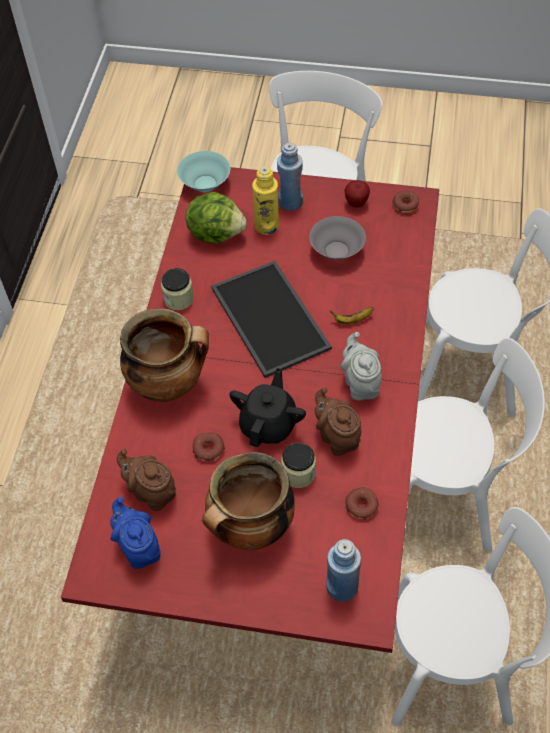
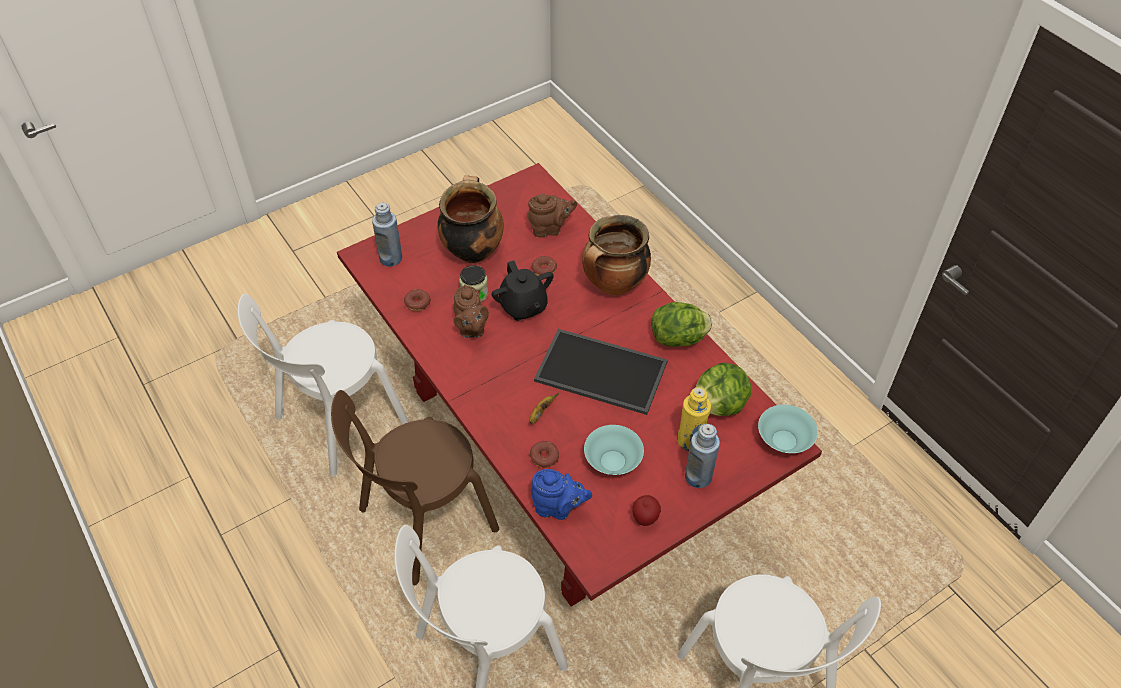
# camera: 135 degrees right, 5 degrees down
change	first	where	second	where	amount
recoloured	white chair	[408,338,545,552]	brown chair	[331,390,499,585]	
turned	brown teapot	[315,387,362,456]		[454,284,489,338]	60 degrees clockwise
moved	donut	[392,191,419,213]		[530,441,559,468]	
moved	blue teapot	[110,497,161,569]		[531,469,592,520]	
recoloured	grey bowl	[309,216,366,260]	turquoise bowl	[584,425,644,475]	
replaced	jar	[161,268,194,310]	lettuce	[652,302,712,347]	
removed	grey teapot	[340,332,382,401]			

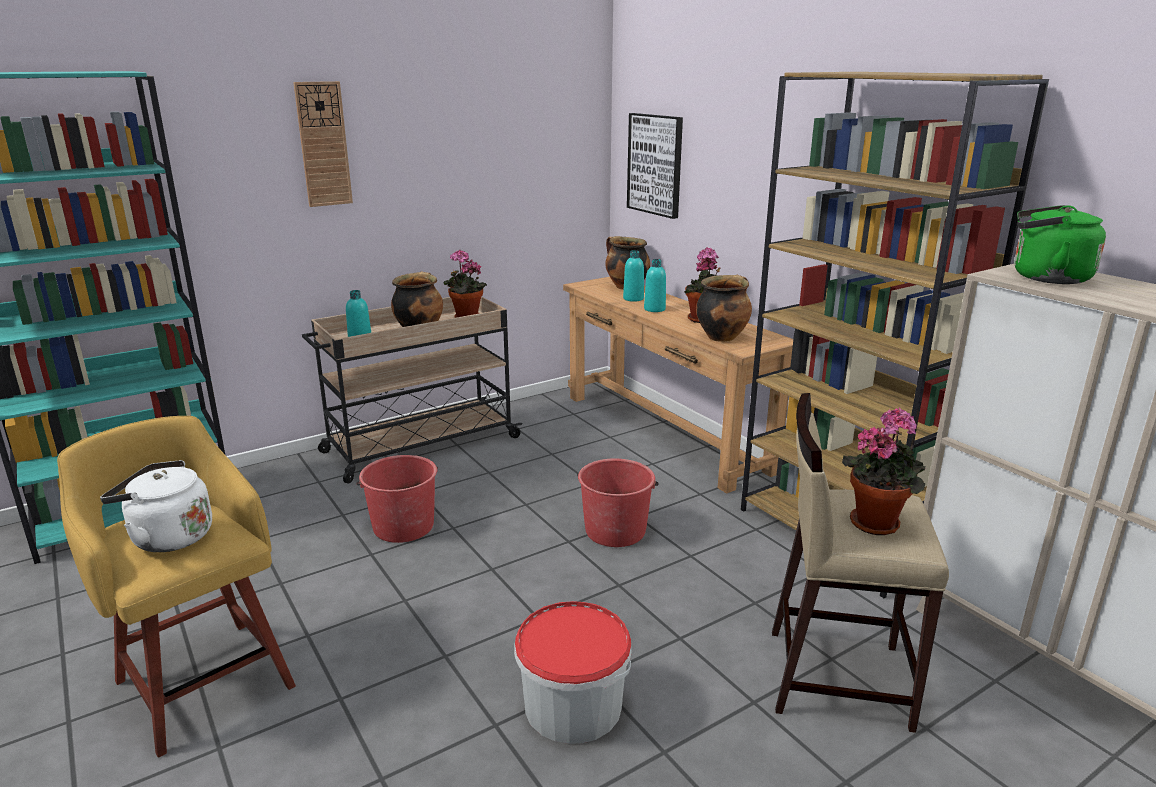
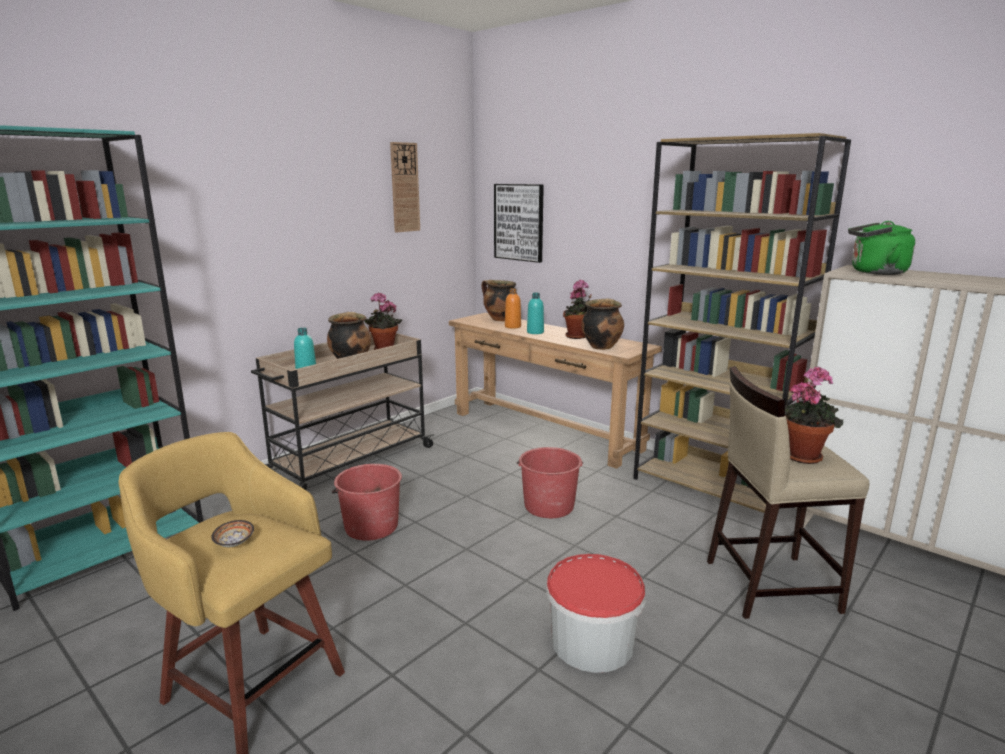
# camera: 15 degrees left, 5 degrees down
change	first	where	second	where	amount
replaced	white kettle	[100,460,212,552]	bowl	[211,520,254,547]	
moved	wall clock	[293,81,353,207]		[390,142,420,232]	
recoloured	turquoise bottle	[623,250,644,302]	orange bottle	[505,288,521,329]	

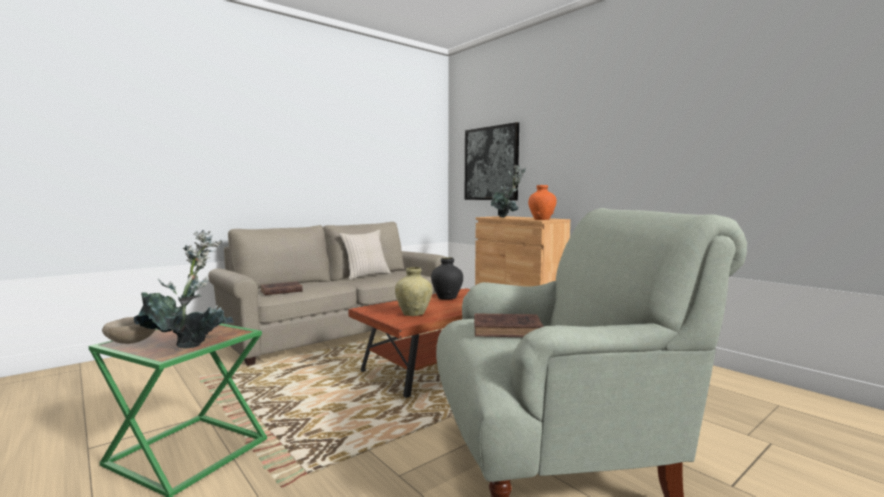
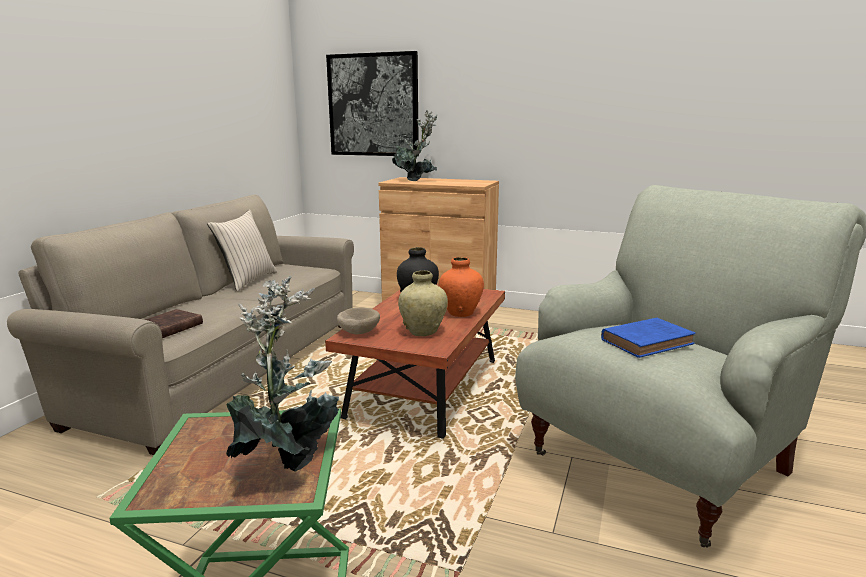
# camera: 30 degrees left, 10 degrees up
change	first	where	second	where	amount
moved	beige bowl	[102,317,156,344]		[337,308,380,334]	
moved	orange vase	[528,185,557,220]		[438,257,484,317]	
recoloured	brown book	[474,313,543,337]	blue book	[601,318,696,358]	

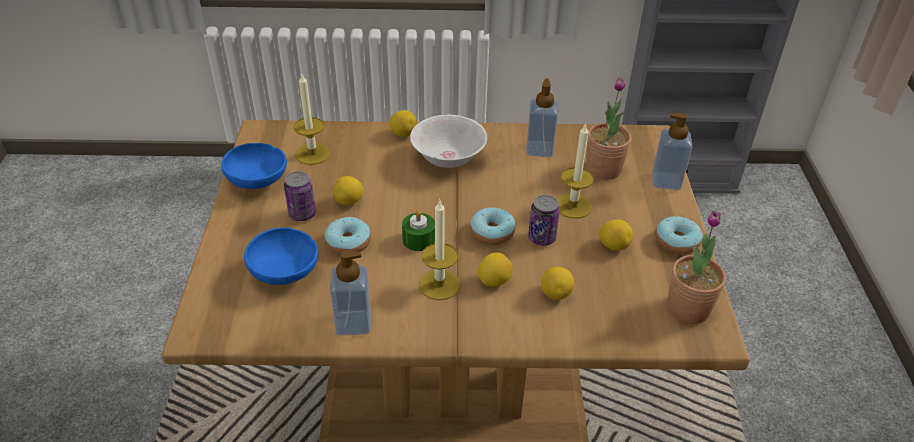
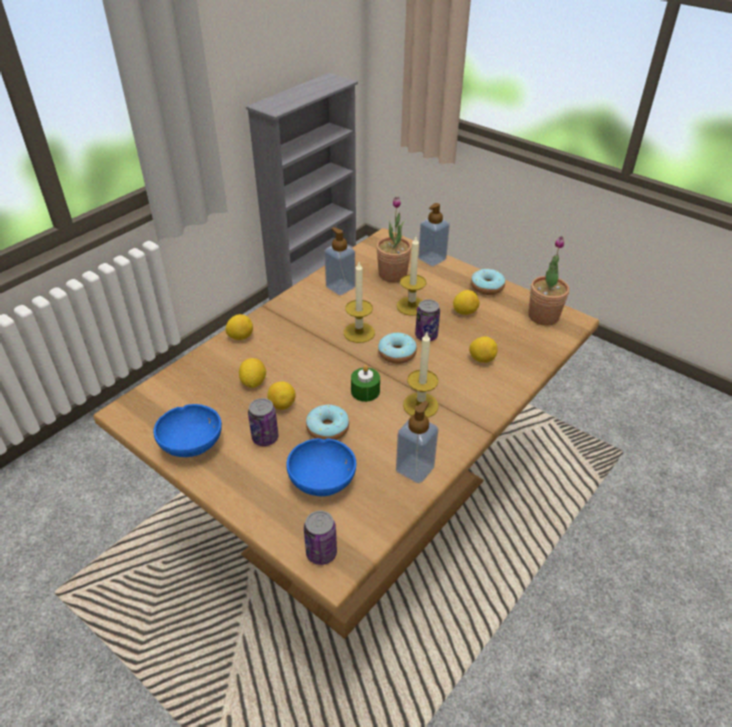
# camera: 50 degrees left, 0 degrees up
change	first	where	second	where	amount
moved	lemon	[478,253,513,287]		[239,358,266,388]	
added			can	[304,511,337,565]	
moved	candle	[293,72,330,165]		[344,262,375,343]	
removed	white bowl	[410,115,487,168]			

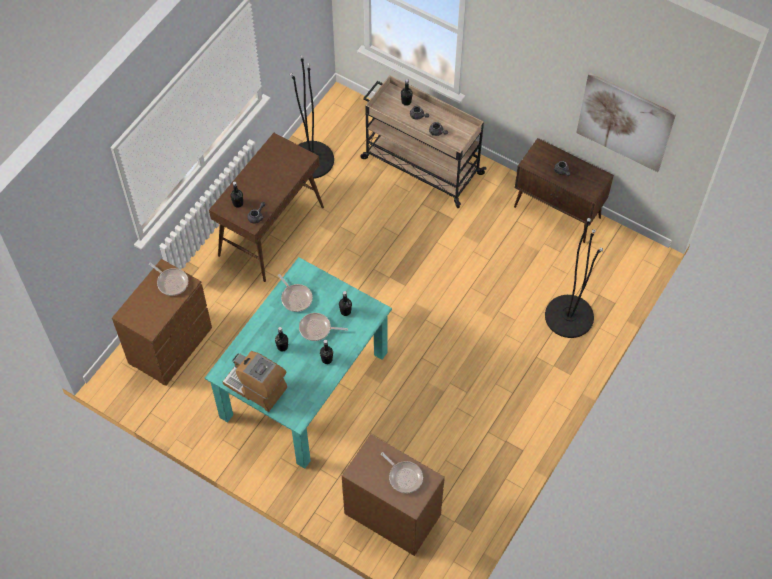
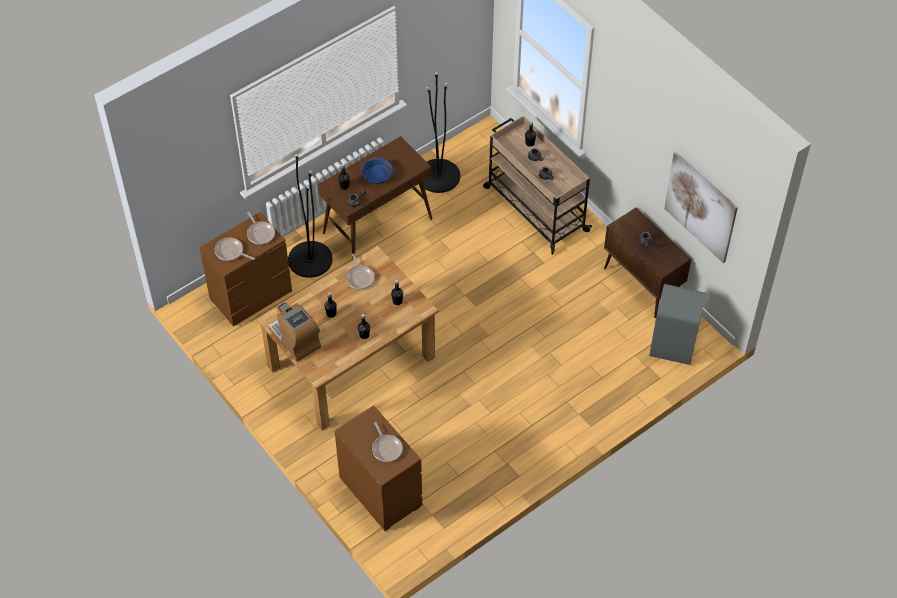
# camera: 20 degrees right, 5 degrees down
change	first	where	second	where	amount
moved	frying pan	[299,313,348,341]		[215,238,255,261]	
recoloured	turquoise dining table	[205,257,392,469]	brown dining table	[256,245,439,430]	
moved	black floor lamp	[545,218,603,338]		[288,154,333,278]	
added			blue bowl	[361,158,394,184]	
added			grey trash can	[649,284,706,365]	

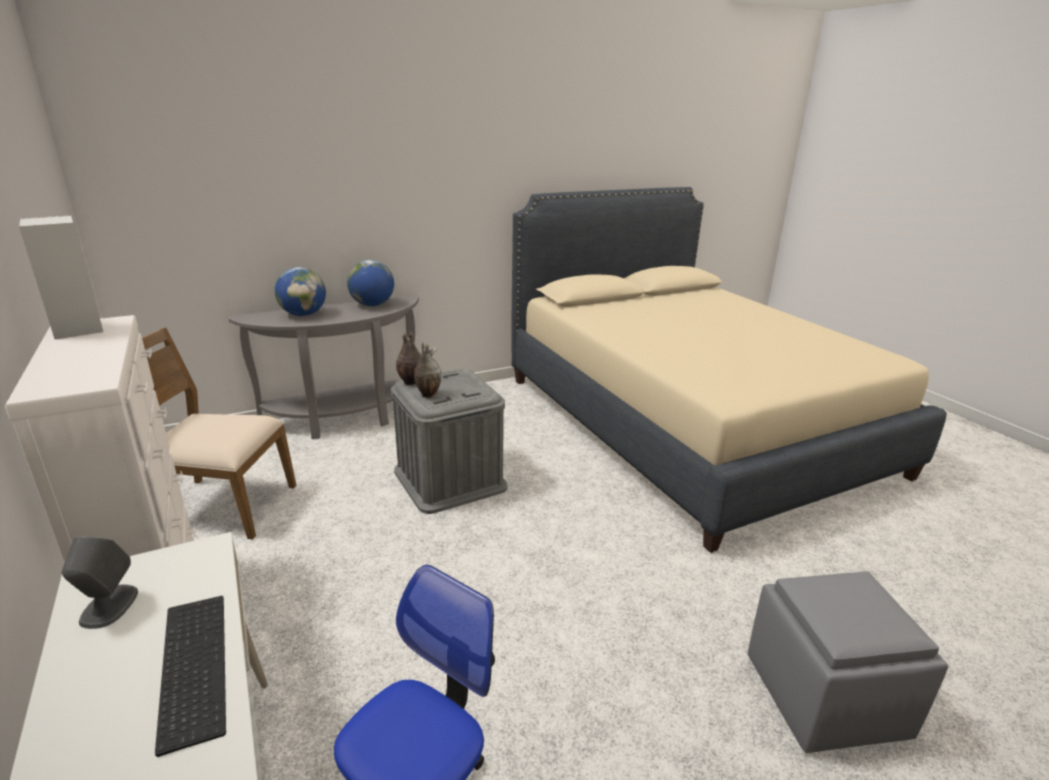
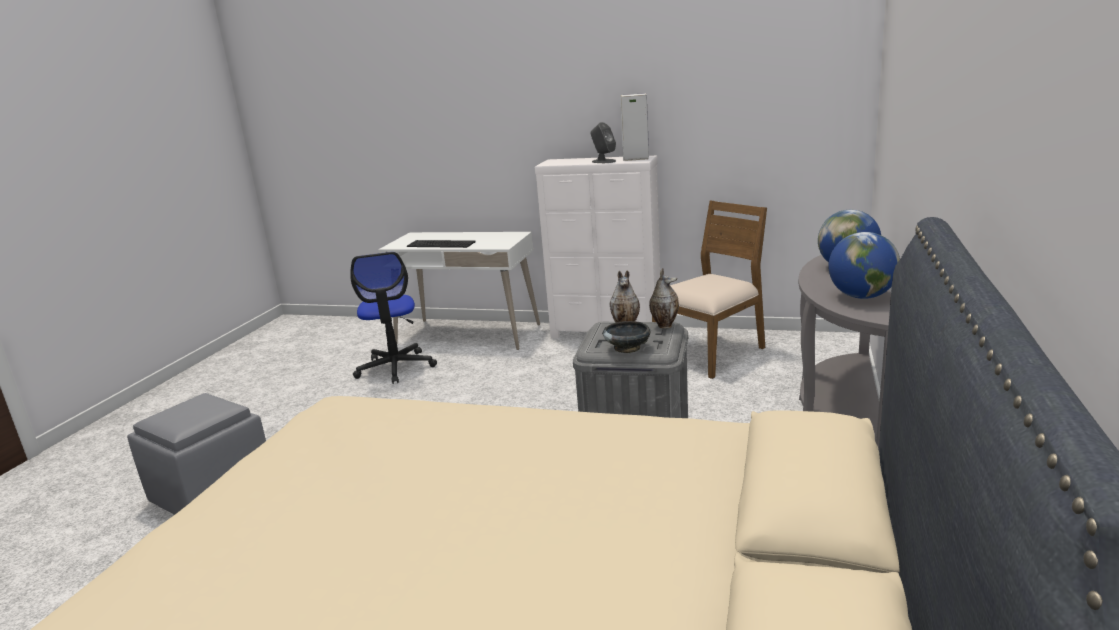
# camera: 135 degrees right, 5 degrees down
change	first	where	second	where	amount
moved	grey speaker	[61,536,138,629]		[590,122,616,163]	
added			black bowl	[603,321,650,353]	

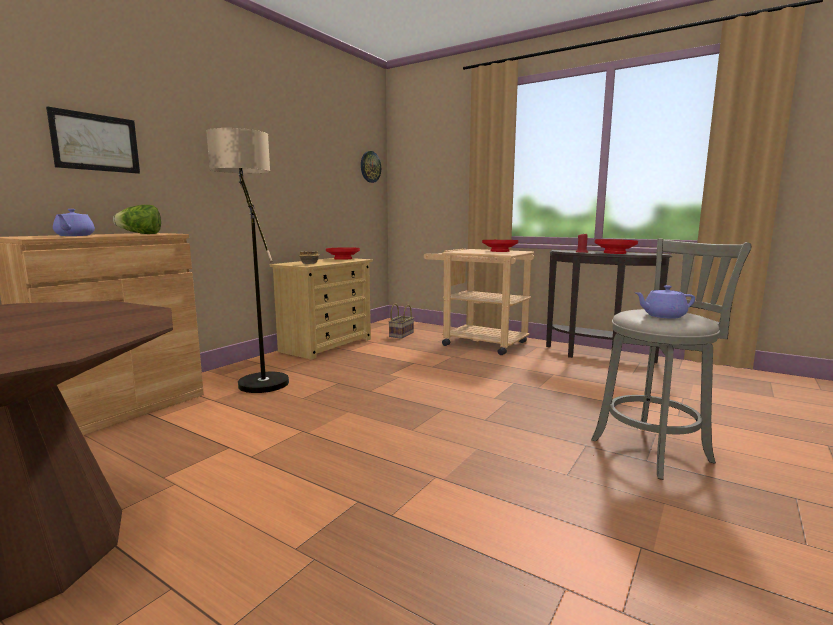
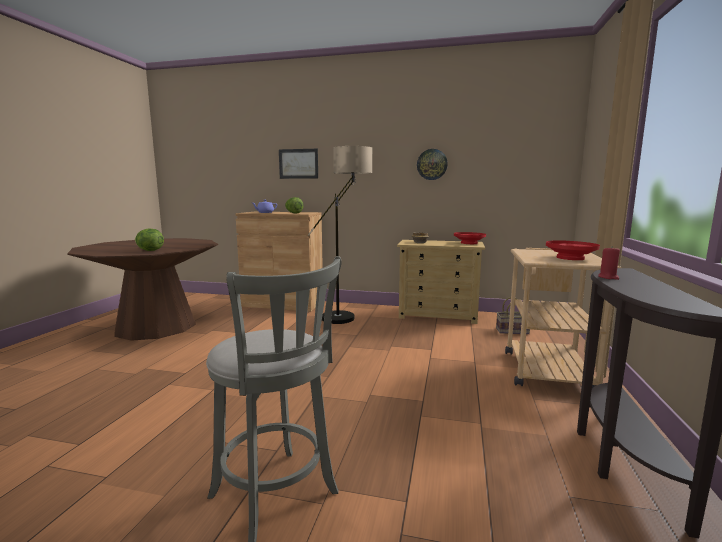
# camera: 70 degrees right, 0 degrees up
change	first	where	second	where	amount
added			lettuce	[135,229,164,251]	
moved	wall clock	[361,151,381,183]		[417,149,448,180]	
removed	red bowl	[595,239,638,254]			
removed	purple teapot	[634,285,695,319]			

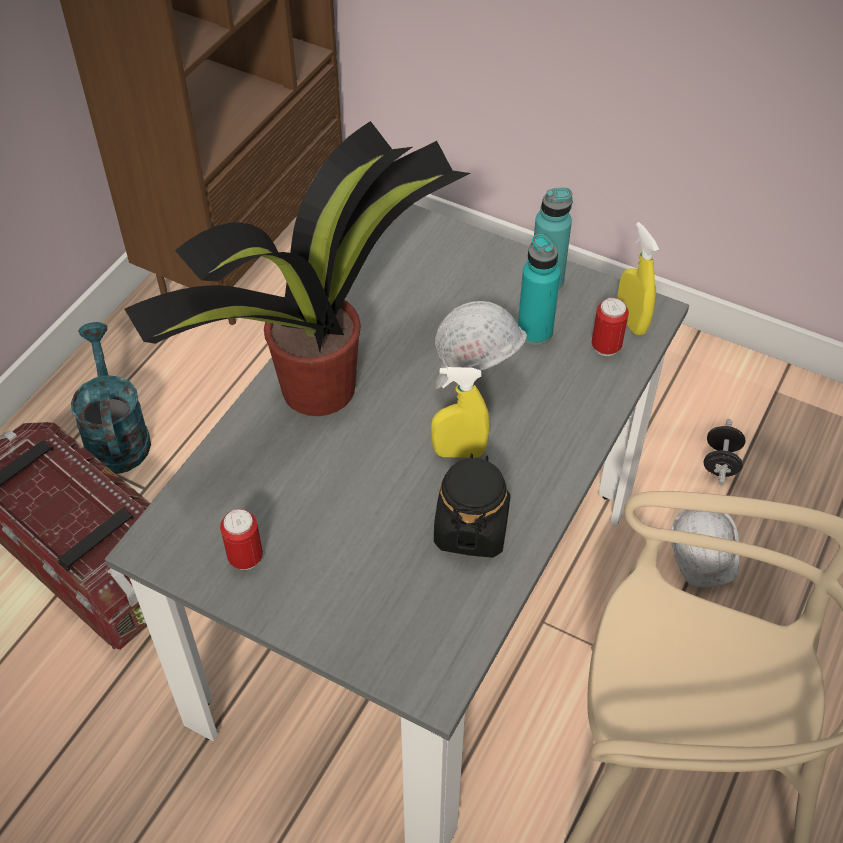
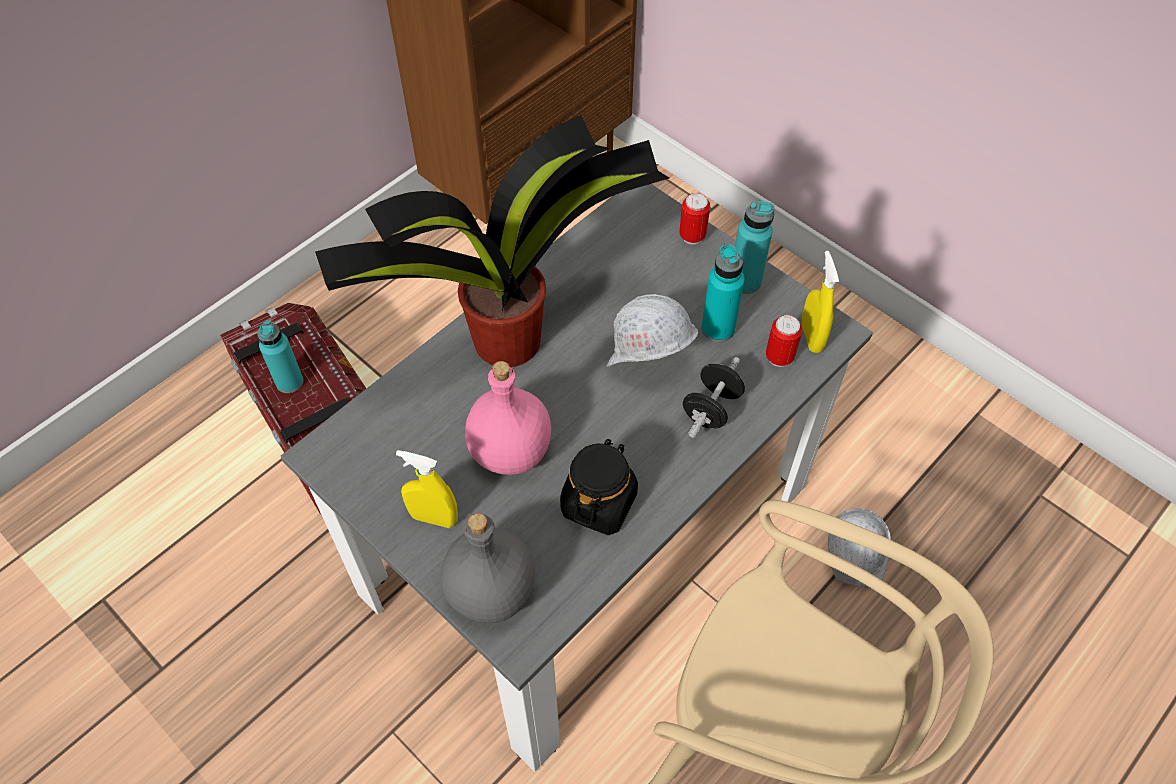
# camera: 15 degrees right, 5 degrees up
change	first	where	second	where	amount
added			turquoise bottle	[257,321,303,393]	
moved	yellow spray bottle	[431,367,489,458]		[396,450,458,528]	
added			grey bottle	[440,513,535,623]	
added			pink bottle	[465,361,551,475]	
moved	can	[220,509,263,570]		[679,193,710,244]	
moved	black dumbbell	[704,419,745,485]		[683,357,745,438]	
removed	turquoise watering can	[71,322,151,474]			

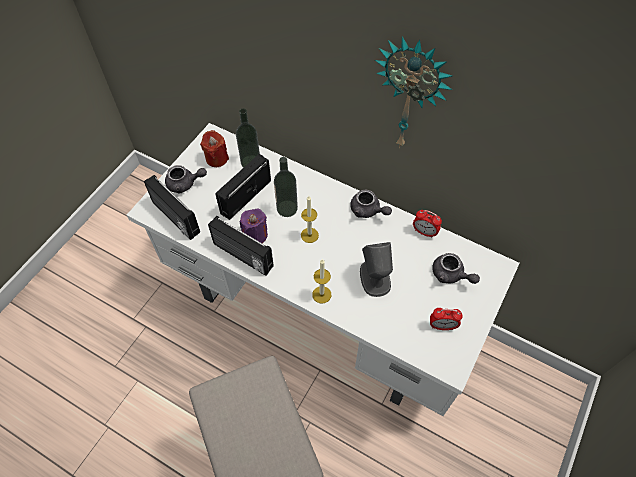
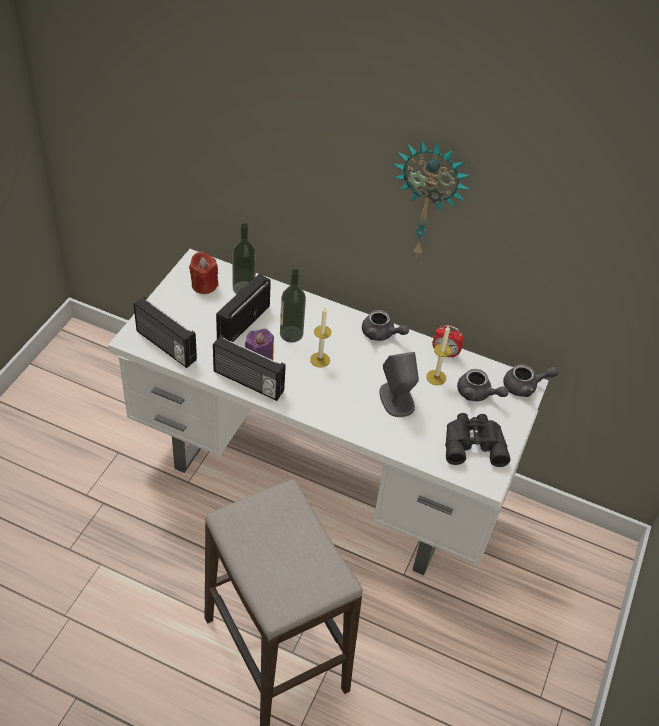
# camera: 10 degrees left, 10 degrees down
change	first	where	second	where	amount
moved	candle	[312,259,331,303]		[426,325,452,385]	
replaced	alarm clock	[430,308,463,330]	black binoculars	[445,413,511,467]	
moved	grey teapot	[165,165,207,193]		[503,364,559,397]	

